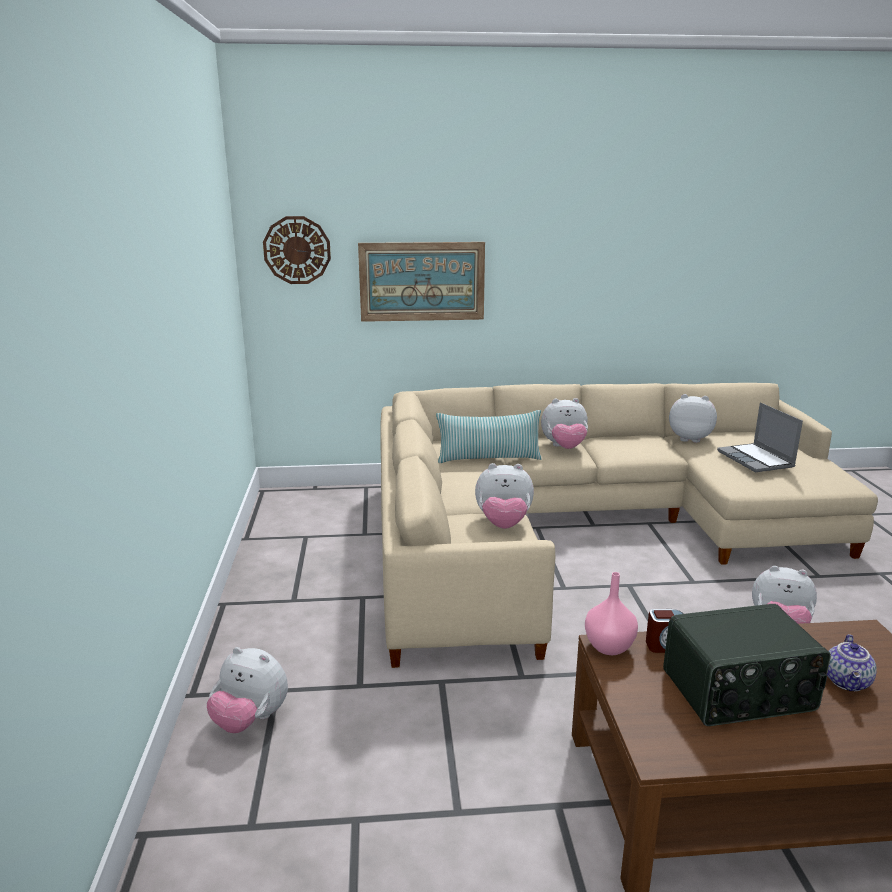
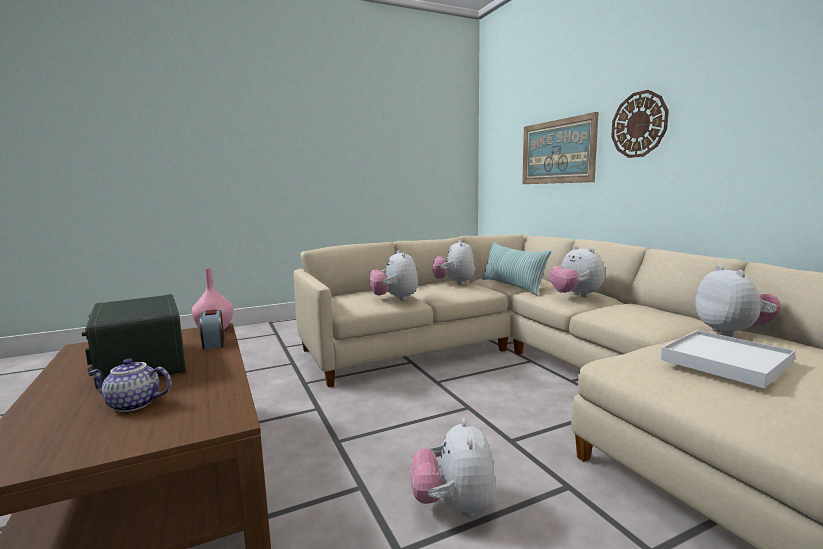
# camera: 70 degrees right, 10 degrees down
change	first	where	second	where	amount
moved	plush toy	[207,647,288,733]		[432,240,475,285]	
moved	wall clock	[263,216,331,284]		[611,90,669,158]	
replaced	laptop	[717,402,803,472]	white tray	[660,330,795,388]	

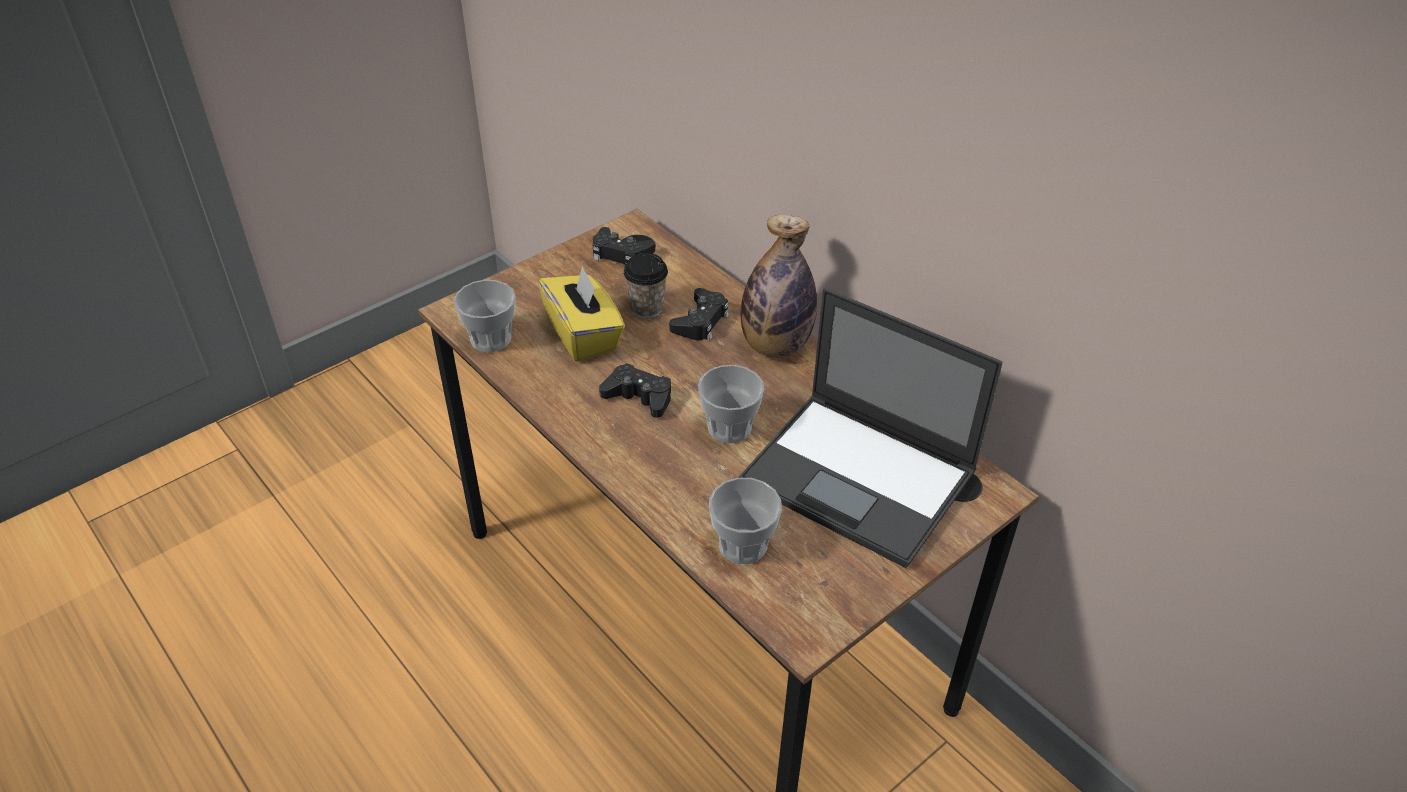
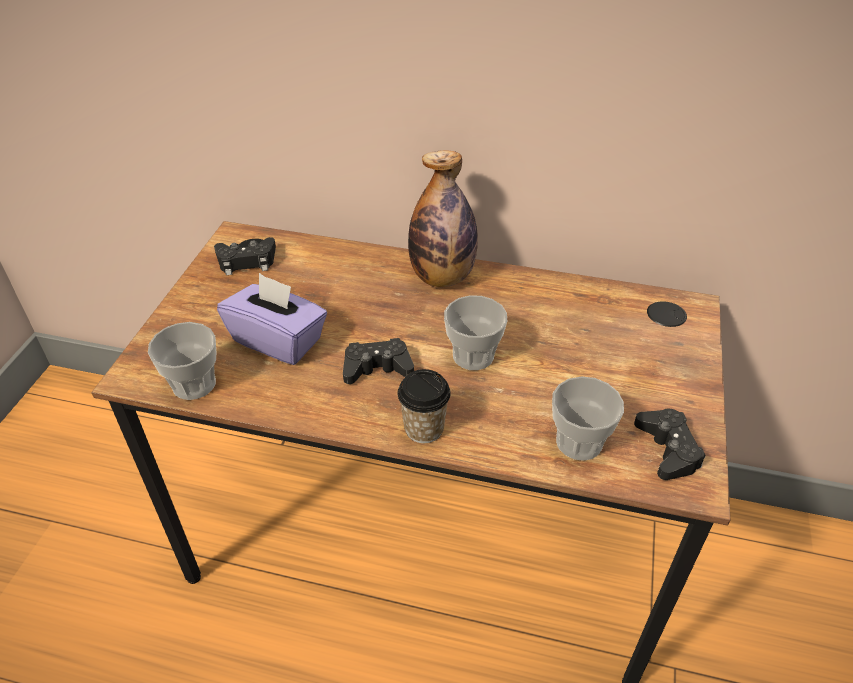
# camera: 35 degrees left, 0 degrees up
change	first	where	second	where	amount
recoloured	yellow tissue box	[538,266,625,362]	purple tissue box	[217,273,327,365]	
moved	cup	[623,253,668,318]		[398,369,451,443]	
moved	black game controller	[669,288,729,341]		[634,409,705,480]	
removed	laptop	[739,288,1003,568]			

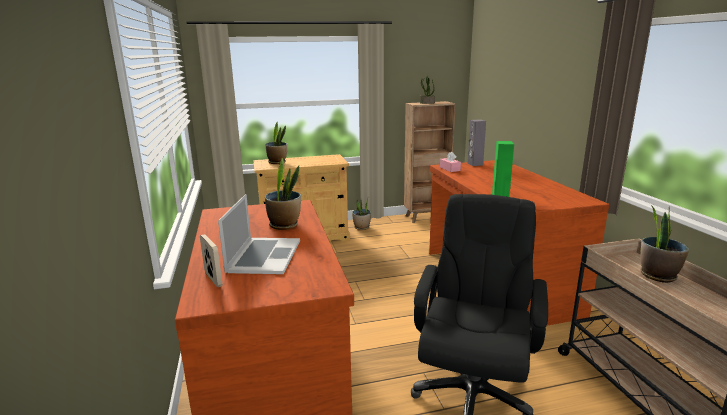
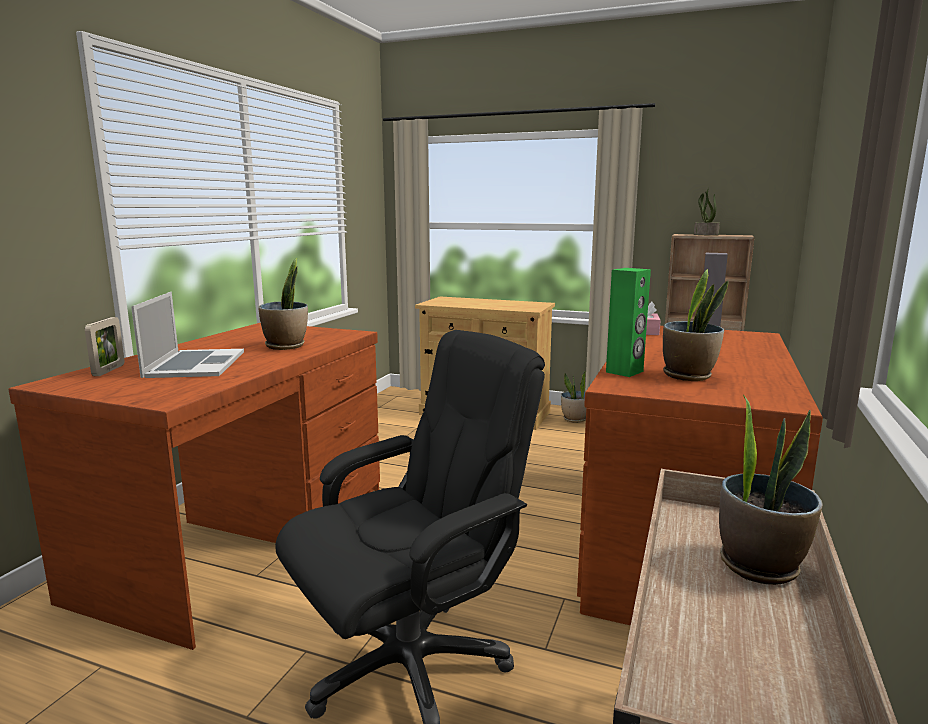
# camera: 35 degrees right, 5 degrees down
change	first	where	second	where	amount
turned	laptop	[218,194,300,274]		[131,292,244,378]	45 degrees counterclockwise
moved	potted plant	[266,122,287,164]		[663,269,729,381]	

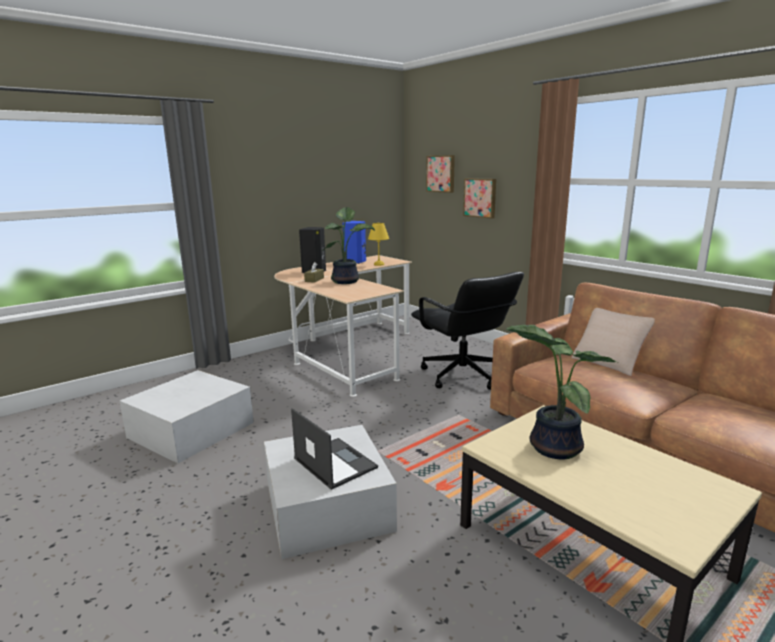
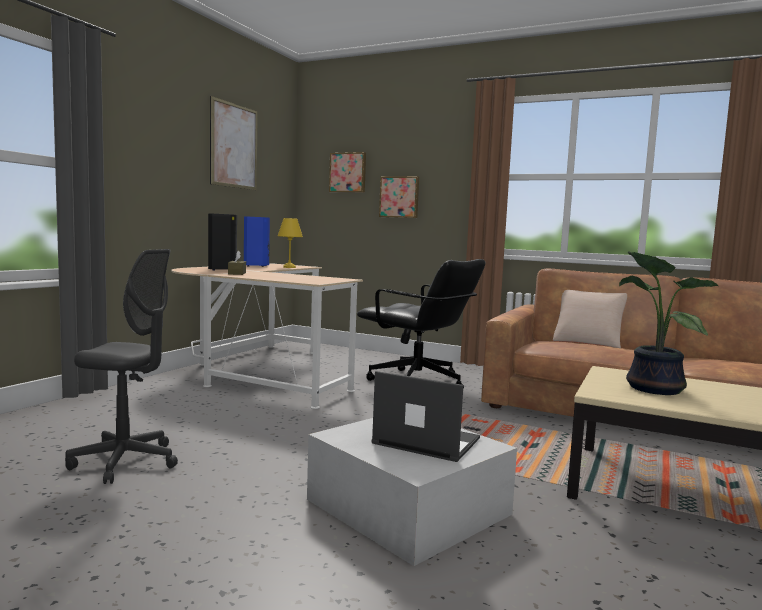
# camera: 25 degrees left, 10 degrees down
change	first	where	second	where	amount
replaced	white storage box	[120,370,254,463]	grey office chair	[65,249,178,484]	
added			picture	[210,96,258,190]	
removed	potted plant	[322,207,375,284]			

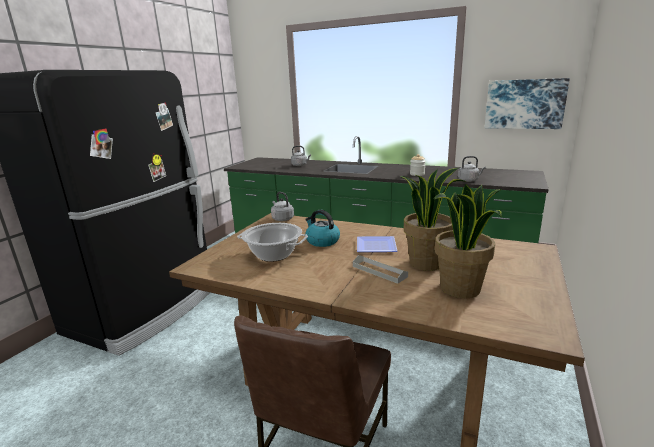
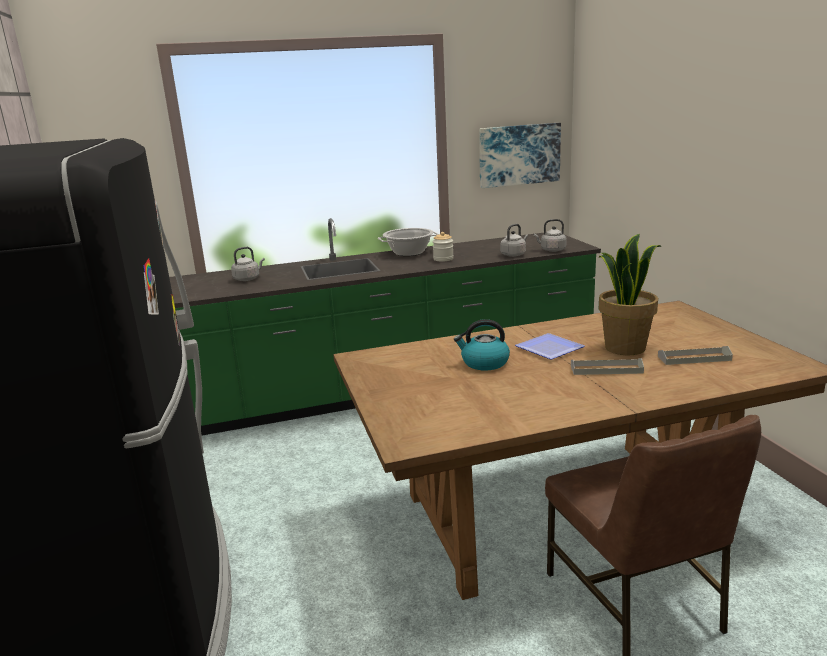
# camera: 40 degrees left, 0 degrees up
change	first	where	second	where	amount
moved	cooking pot	[237,223,308,262]		[378,228,439,256]	
moved	grey kettle	[271,192,294,221]		[534,219,567,252]	
replaced	potted plant	[434,184,502,298]	grey tray	[658,346,733,365]	

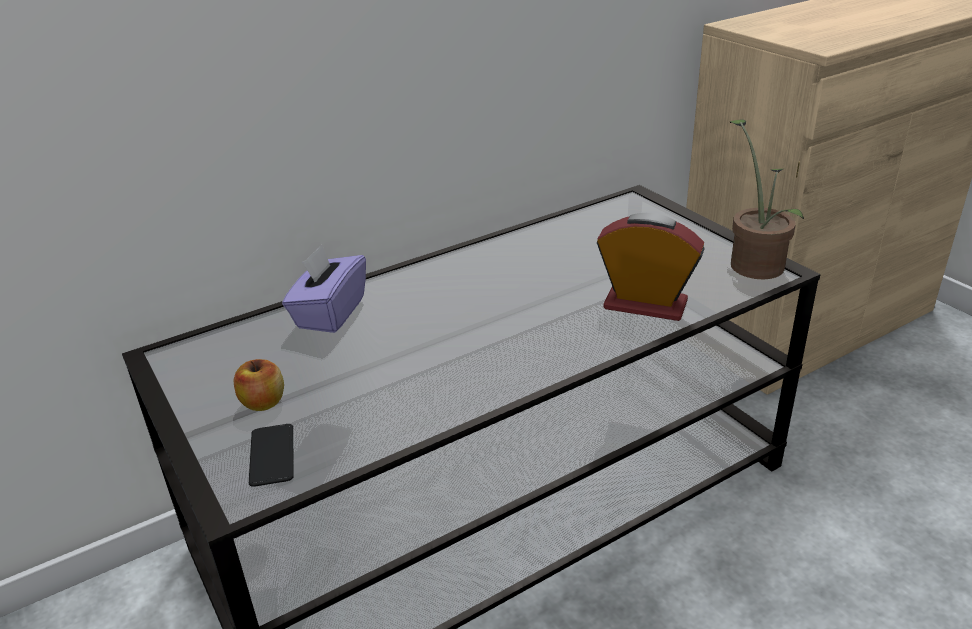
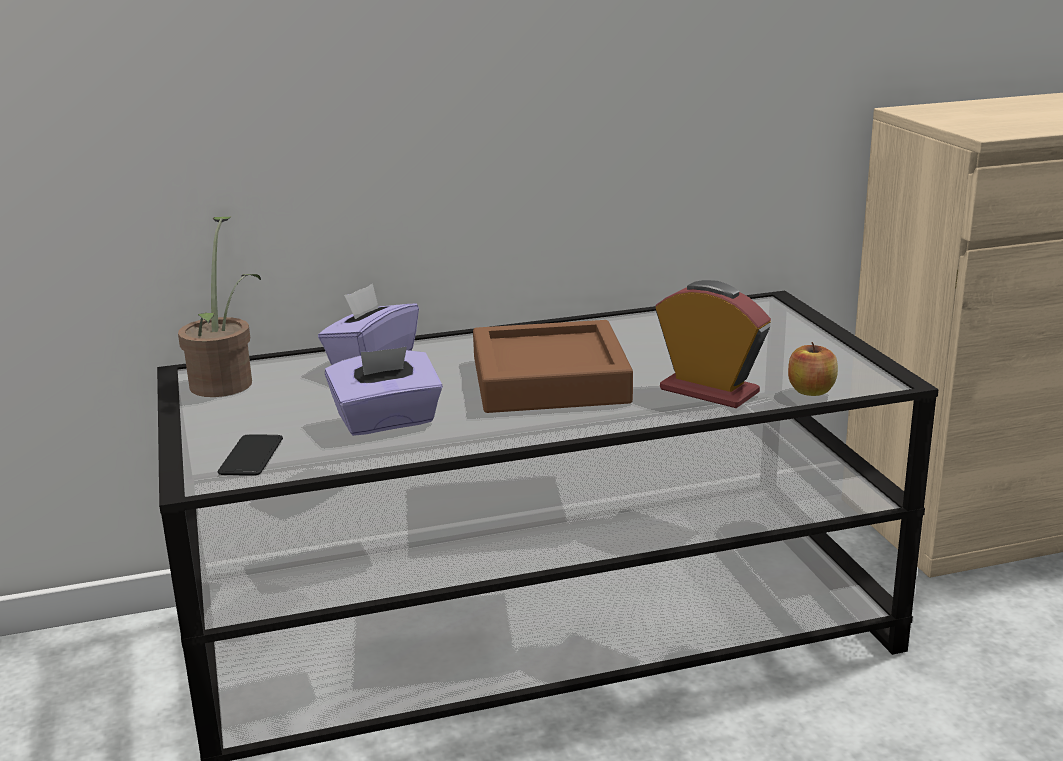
# camera: 15 degrees right, 10 degrees down
change	first	where	second	where	amount
moved	potted plant	[730,119,804,279]		[178,217,261,397]	
added			purple tissue box	[325,347,443,436]	
added			brown tray	[473,320,633,413]	
moved	apple	[234,359,284,411]		[788,342,838,396]	

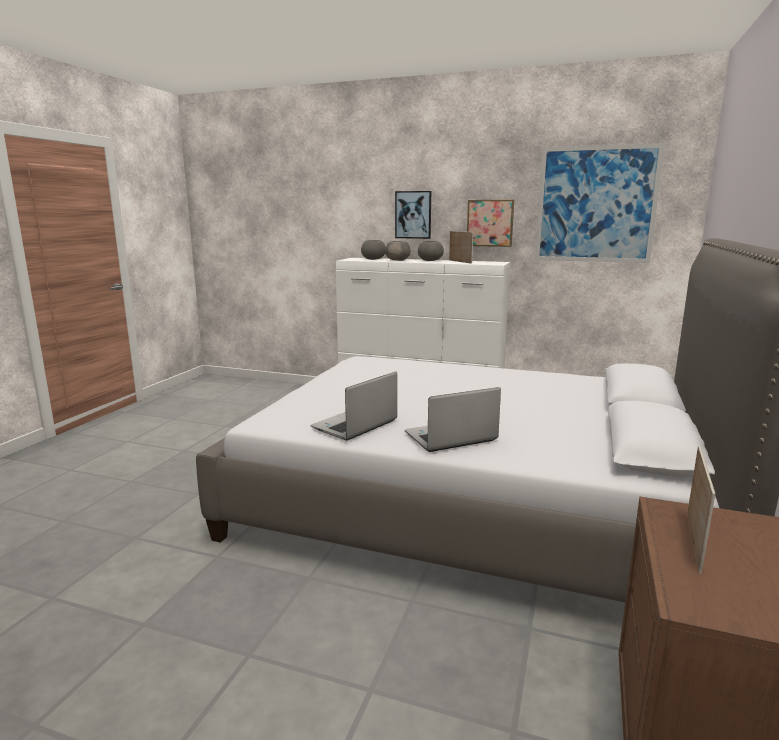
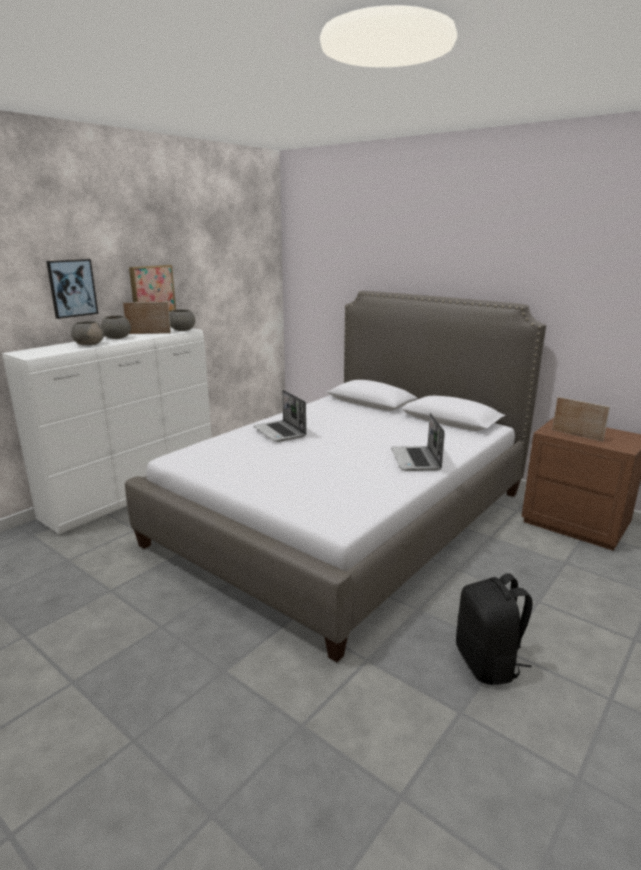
# camera: 70 degrees left, 5 degrees up
change	first	where	second	where	amount
moved	grey bowl	[361,240,386,260]		[169,309,195,331]	
moved	laptop	[311,372,397,441]		[253,390,306,442]	
added			black backpack	[456,574,533,685]	
removed	picture	[535,143,665,263]			

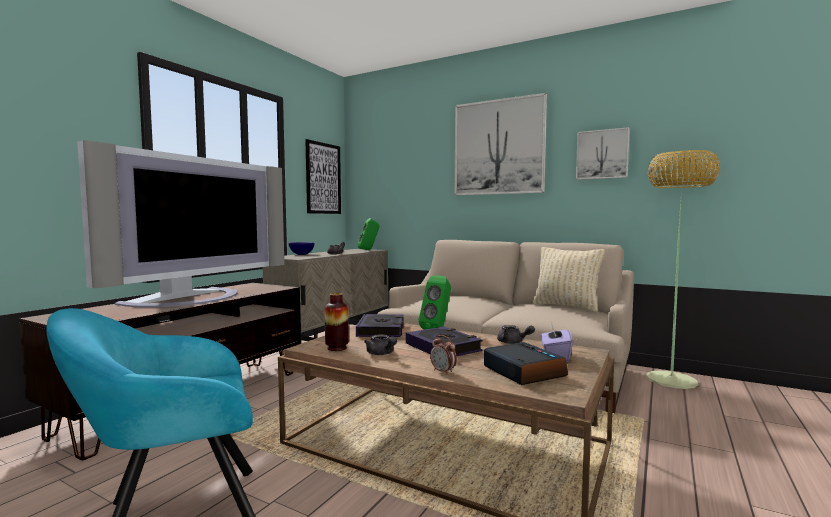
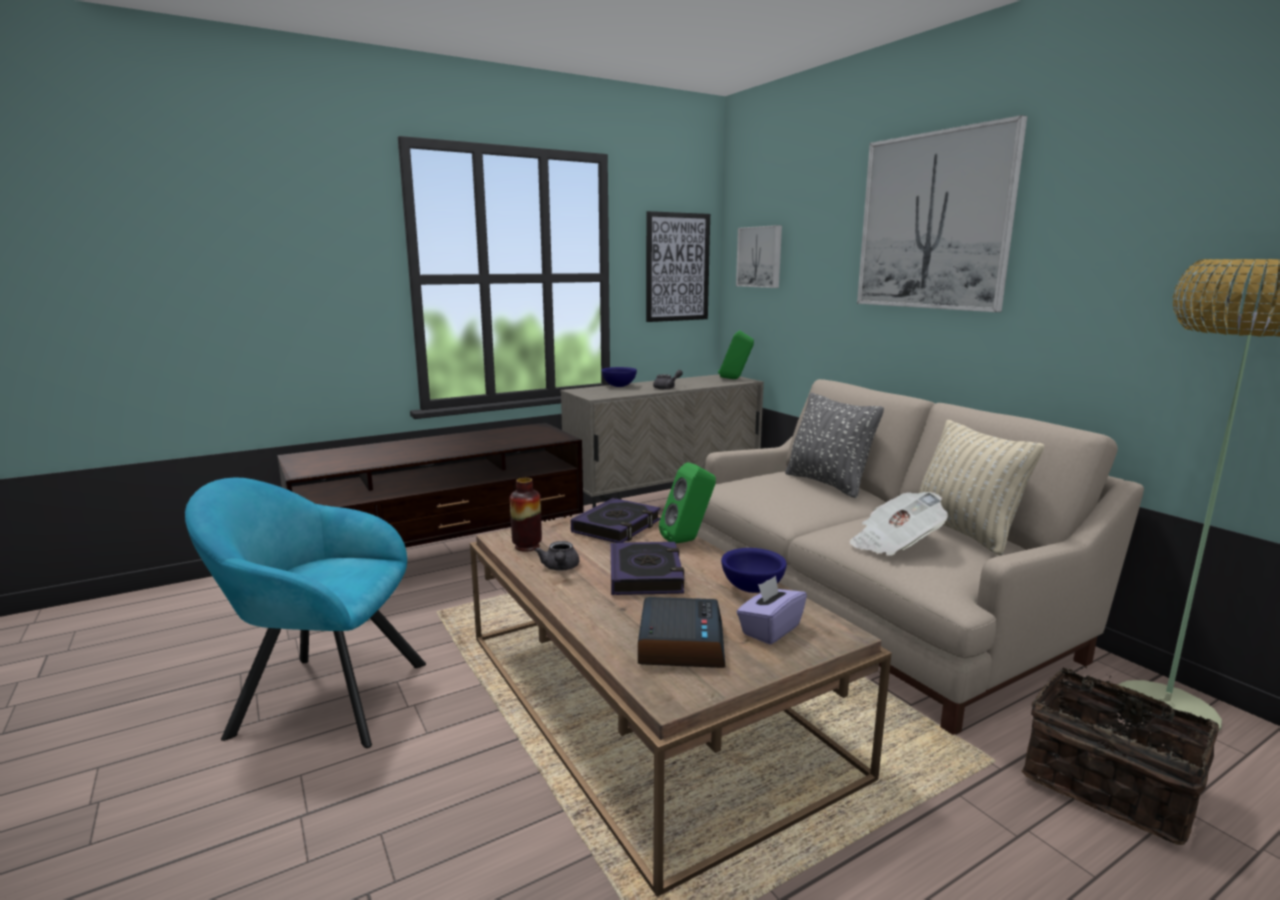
# camera: 30 degrees right, 10 degrees up
change	first	where	second	where	amount
replaced	grey teapot	[497,325,535,344]	blue bowl	[721,548,787,593]	
moved	picture	[576,127,630,180]		[736,225,782,288]	
added			grey pillow	[785,393,884,498]	
added			newspaper	[849,492,948,556]	
added			basket	[1021,666,1219,845]	
removed	television	[77,140,284,307]			
removed	alarm clock	[430,335,457,375]			

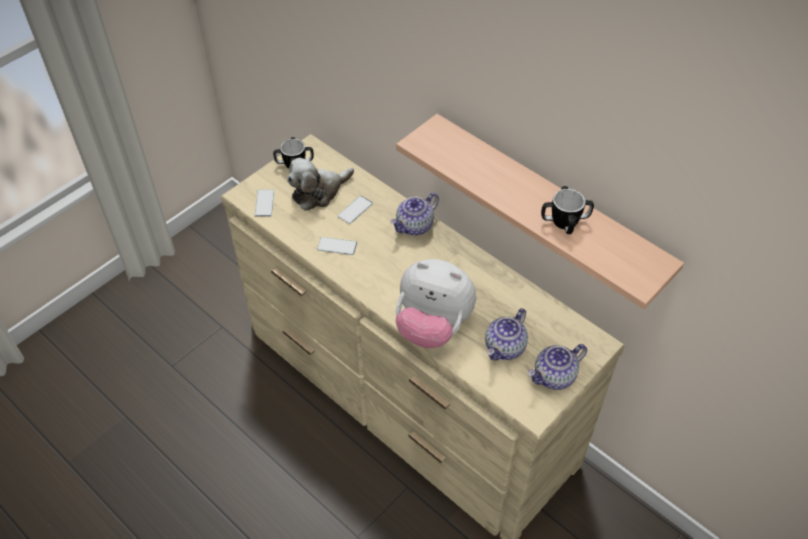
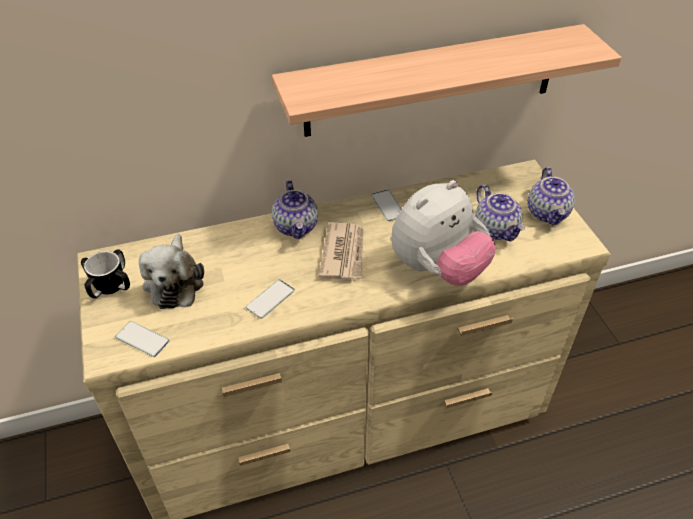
# camera: 60 degrees left, 5 degrees down
change	first	where	second	where	amount
added			newspaper	[319,222,364,281]	
moved	phone	[338,196,373,224]		[371,190,402,221]	
removed	mug	[541,186,594,234]			

